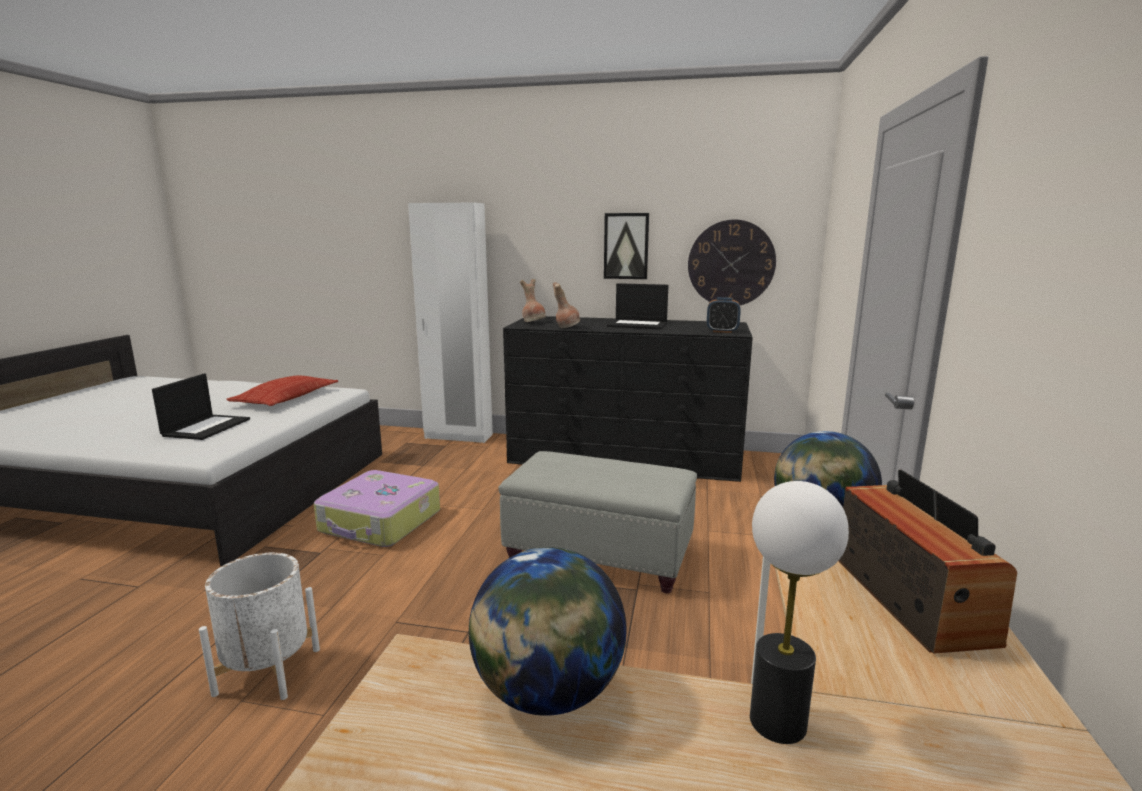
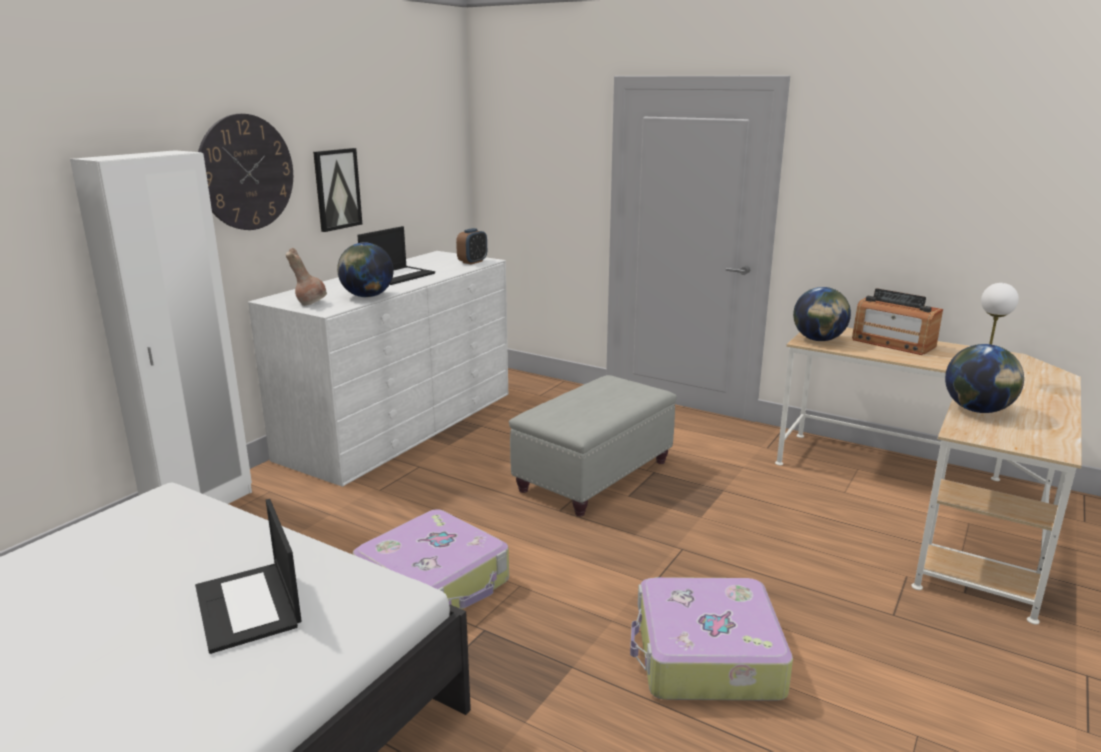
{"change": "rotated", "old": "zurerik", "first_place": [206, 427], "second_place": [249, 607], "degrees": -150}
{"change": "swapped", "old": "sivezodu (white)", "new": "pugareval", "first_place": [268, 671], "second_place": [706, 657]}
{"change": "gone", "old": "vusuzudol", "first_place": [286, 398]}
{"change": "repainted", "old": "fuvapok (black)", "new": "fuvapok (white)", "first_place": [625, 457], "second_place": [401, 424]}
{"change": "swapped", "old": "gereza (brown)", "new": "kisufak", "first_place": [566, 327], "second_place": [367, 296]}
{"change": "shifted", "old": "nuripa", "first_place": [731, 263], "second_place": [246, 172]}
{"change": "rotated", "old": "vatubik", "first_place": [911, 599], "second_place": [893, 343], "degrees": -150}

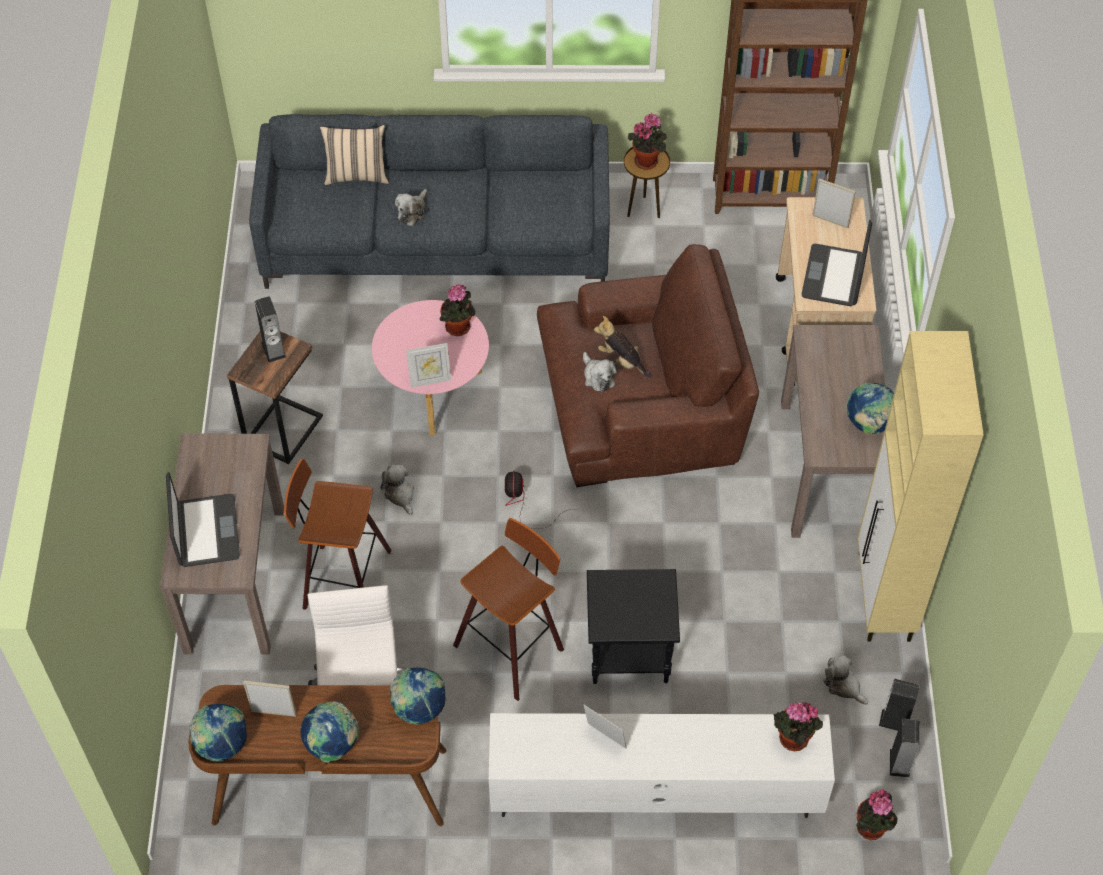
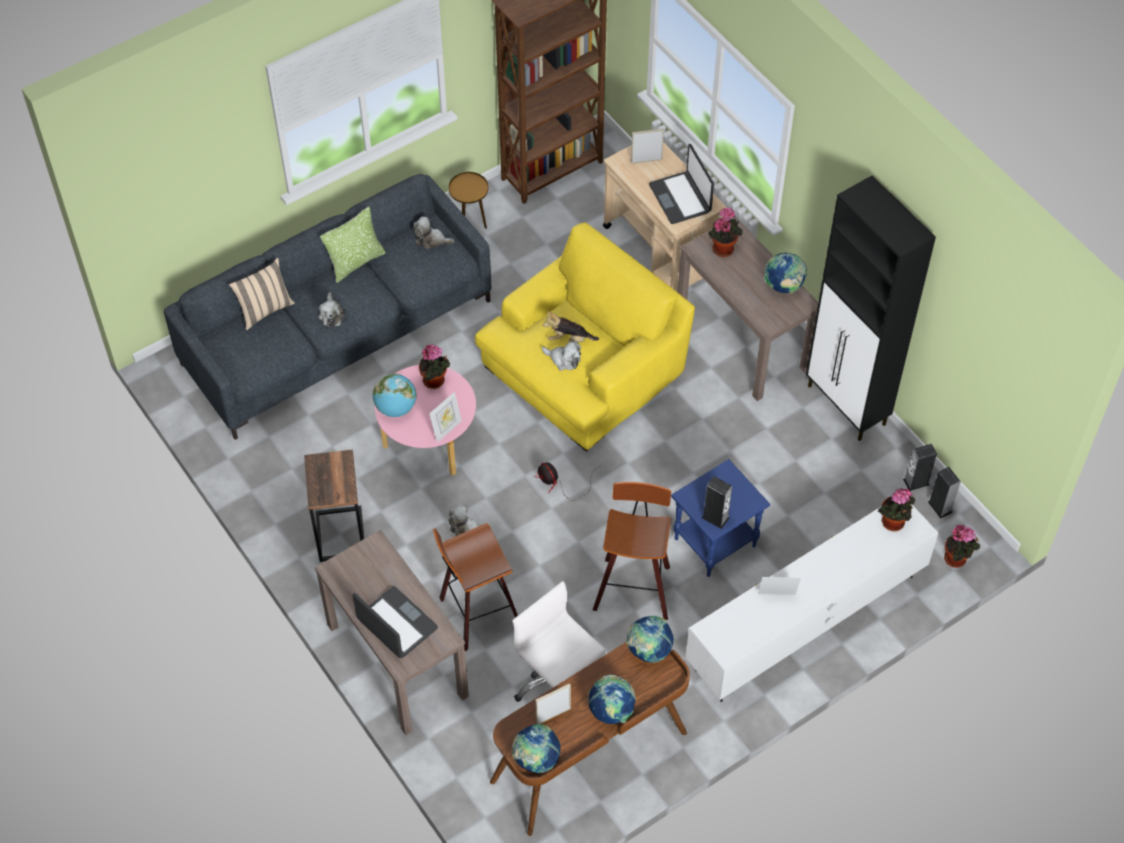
{"change": "shifted", "old": "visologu", "first_place": [273, 349], "second_place": [715, 517]}
{"change": "repainted", "old": "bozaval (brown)", "new": "bozaval (yellow)", "first_place": [642, 405], "second_place": [584, 368]}
{"change": "repainted", "old": "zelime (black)", "new": "zelime (blue)", "first_place": [628, 655], "second_place": [715, 544]}
{"change": "shifted", "old": "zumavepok", "first_place": [647, 160], "second_place": [723, 247]}
{"change": "shifted", "old": "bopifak", "first_place": [843, 685], "second_place": [431, 240]}
{"change": "repainted", "old": "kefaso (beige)", "new": "kefaso (black)", "first_place": [883, 598], "second_place": [847, 406]}
{"change": "new", "new": "vusuzudol", "second_place": [356, 262]}
{"change": "new", "new": "kisufak", "second_place": [396, 408]}

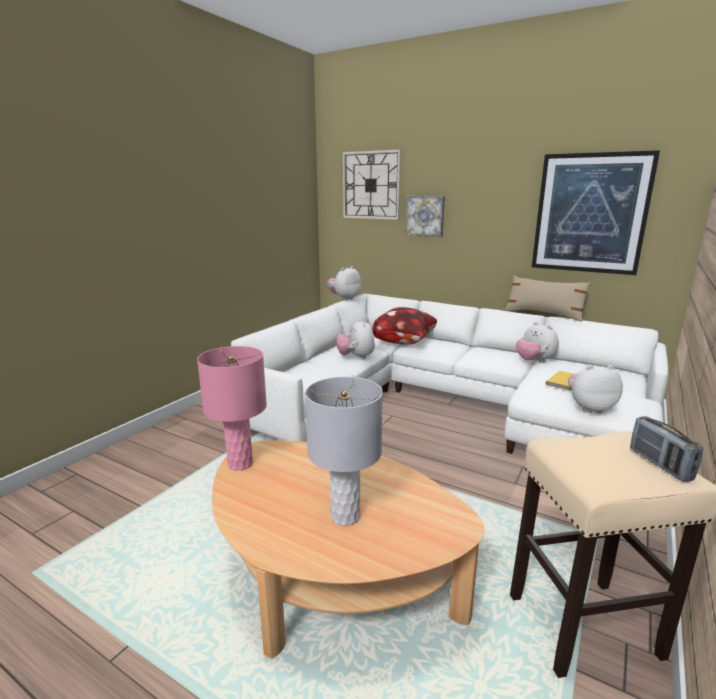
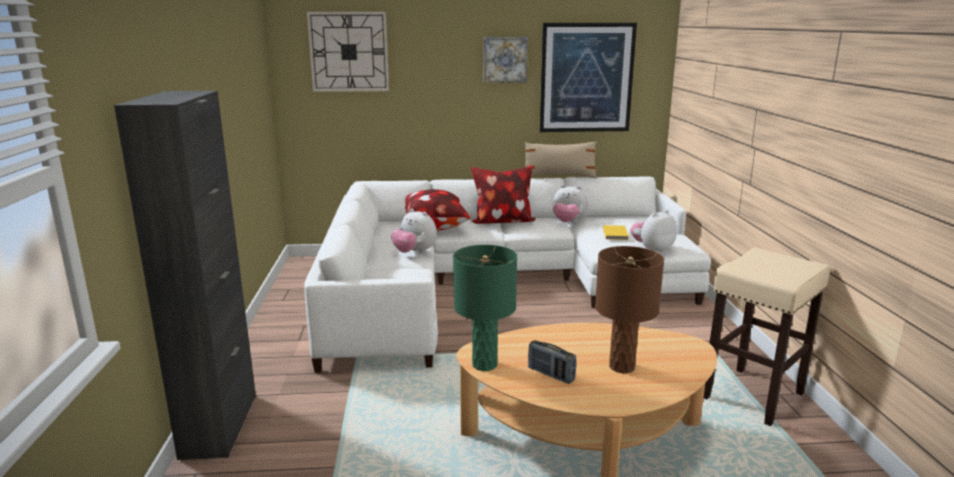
{"change": "repainted", "old": "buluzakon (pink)", "new": "buluzakon (green)", "first_place": [240, 464], "second_place": [485, 365]}
{"change": "repainted", "old": "buluzakon (grey)", "new": "buluzakon (brown)", "first_place": [345, 516], "second_place": [622, 367]}
{"change": "gone", "old": "bopifak", "first_place": [344, 298]}
{"change": "shifted", "old": "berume", "first_place": [425, 216], "second_place": [505, 59]}
{"change": "shifted", "old": "vatubik", "first_place": [659, 464], "second_place": [551, 374]}
{"change": "new", "new": "kefaso (black)", "second_place": [219, 425]}
{"change": "new", "new": "vusuzudol", "second_place": [502, 222]}

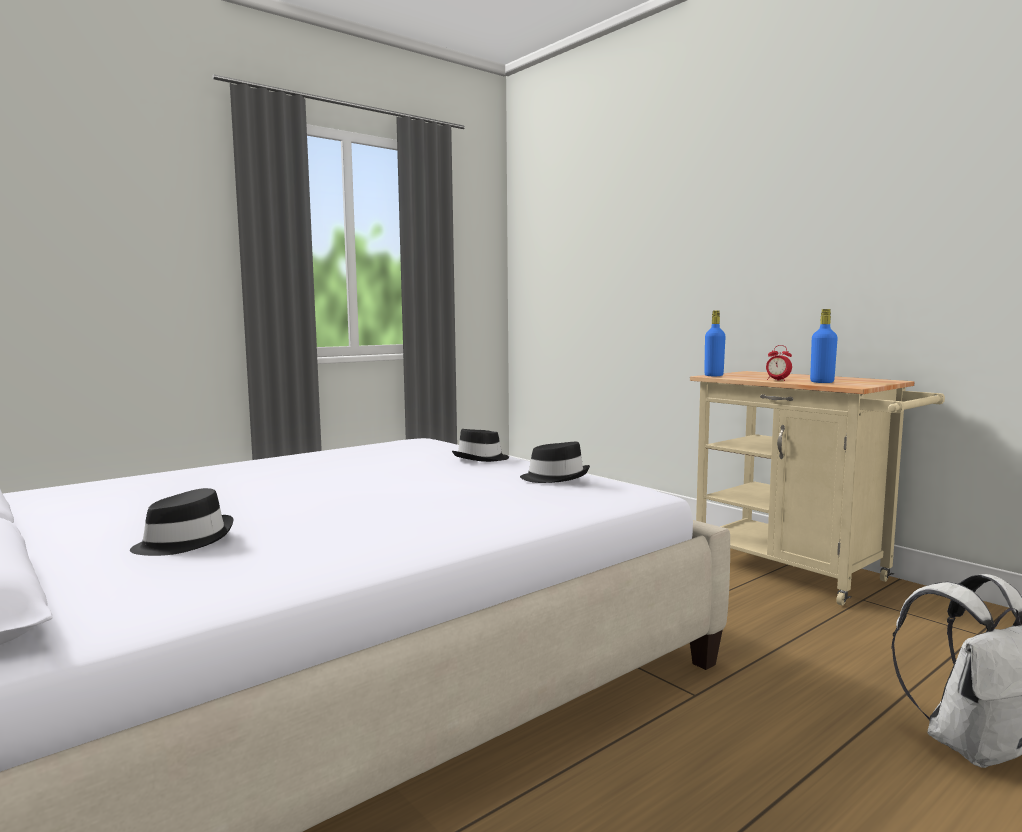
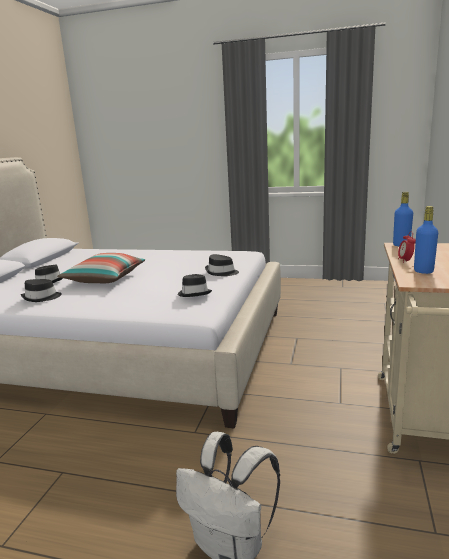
{"change": "new", "new": "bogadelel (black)", "second_place": [42, 298]}
{"change": "new", "new": "vusuzudol", "second_place": [105, 279]}

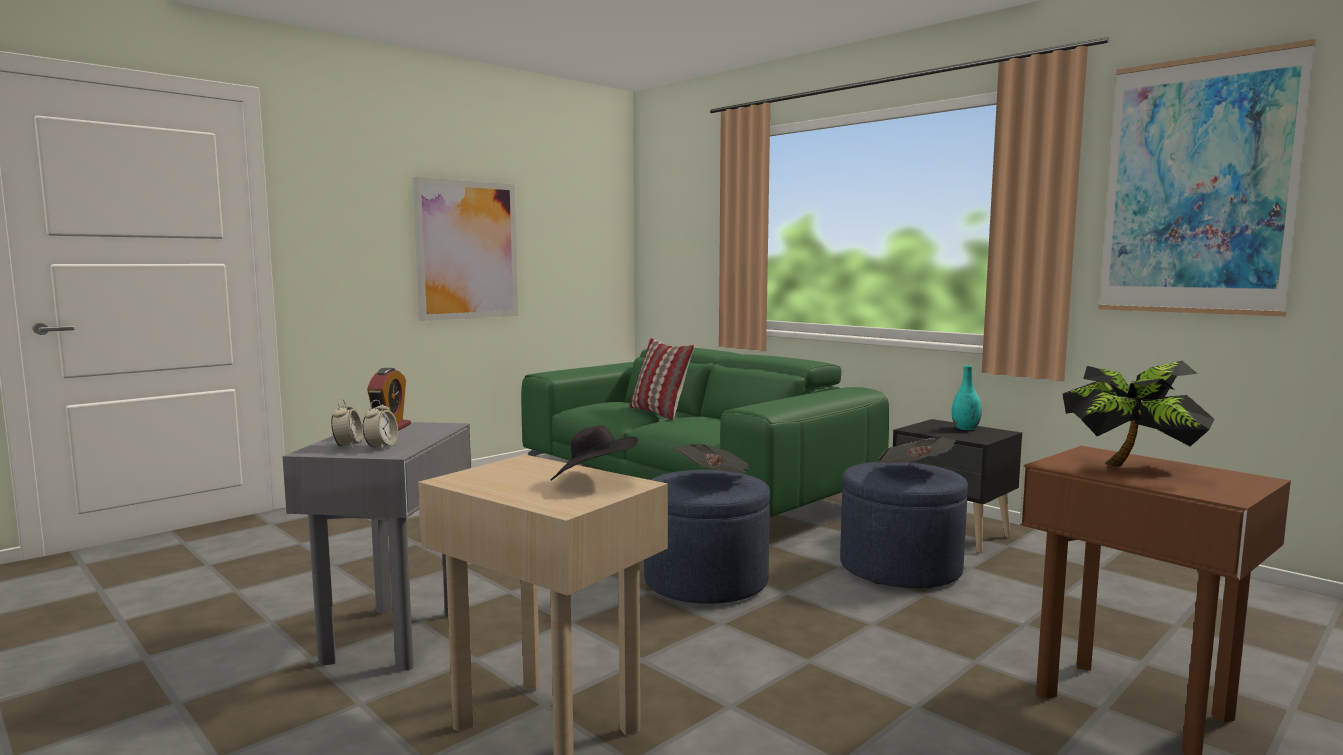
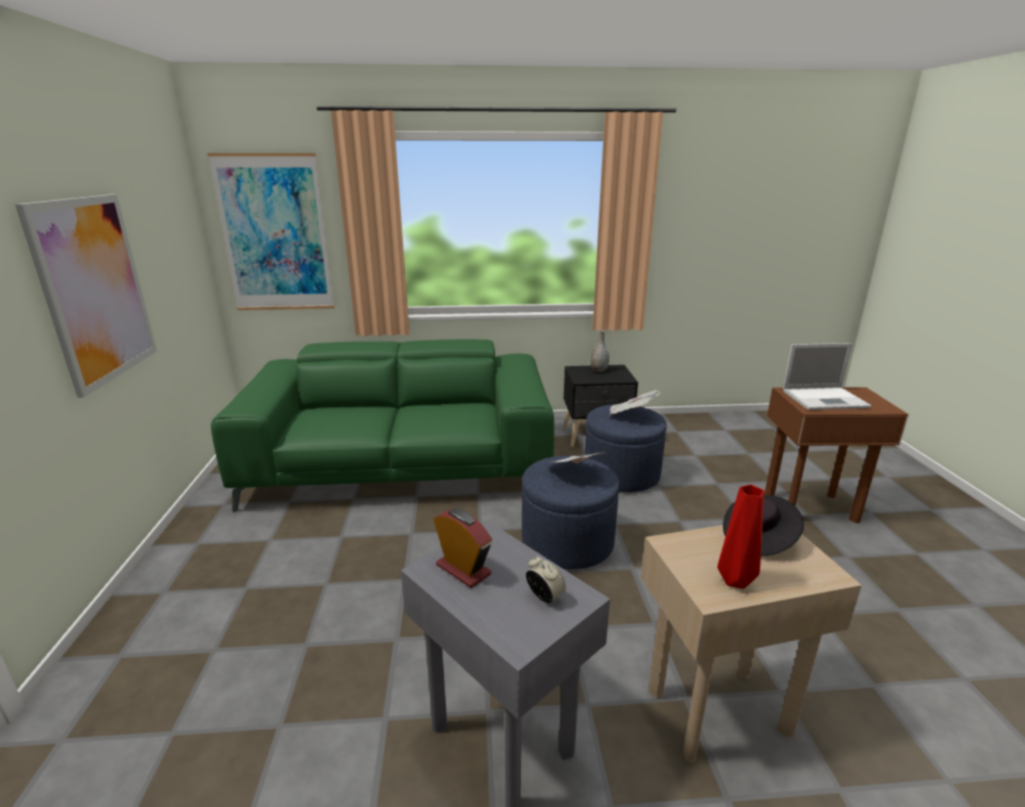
{"change": "gone", "old": "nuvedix", "first_place": [348, 445]}
{"change": "gone", "old": "vusuzudol", "first_place": [659, 412]}
{"change": "repainted", "old": "gereza (turquoise)", "new": "gereza (grey)", "first_place": [965, 428], "second_place": [599, 370]}
{"change": "swapped", "old": "zumavepok", "new": "zurerik", "first_place": [1131, 467], "second_place": [825, 399]}
{"change": "shifted", "old": "berume", "first_place": [1197, 187], "second_place": [275, 234]}
{"change": "new", "new": "gereza (red)", "second_place": [733, 580]}

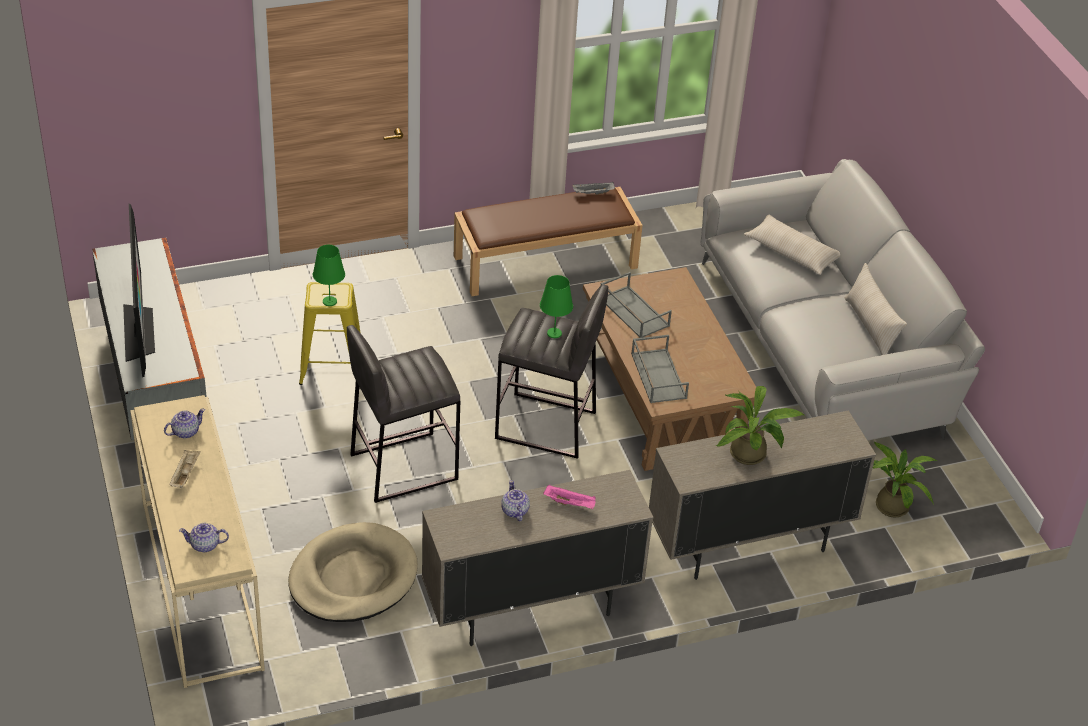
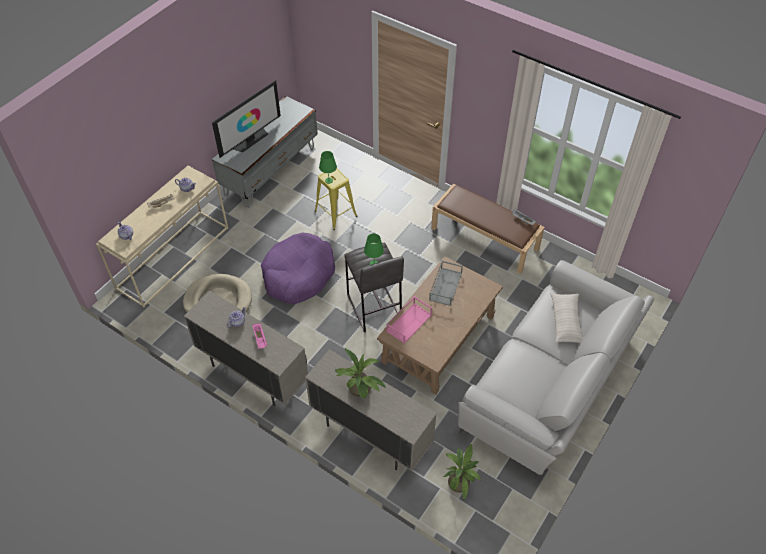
{"change": "swapped", "old": "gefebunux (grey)", "new": "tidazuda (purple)", "first_place": [402, 466], "second_place": [298, 275]}
{"change": "repainted", "old": "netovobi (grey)", "new": "netovobi (pink)", "first_place": [657, 375], "second_place": [409, 322]}
{"change": "gone", "old": "vusuzudol (beige)", "first_place": [870, 327]}

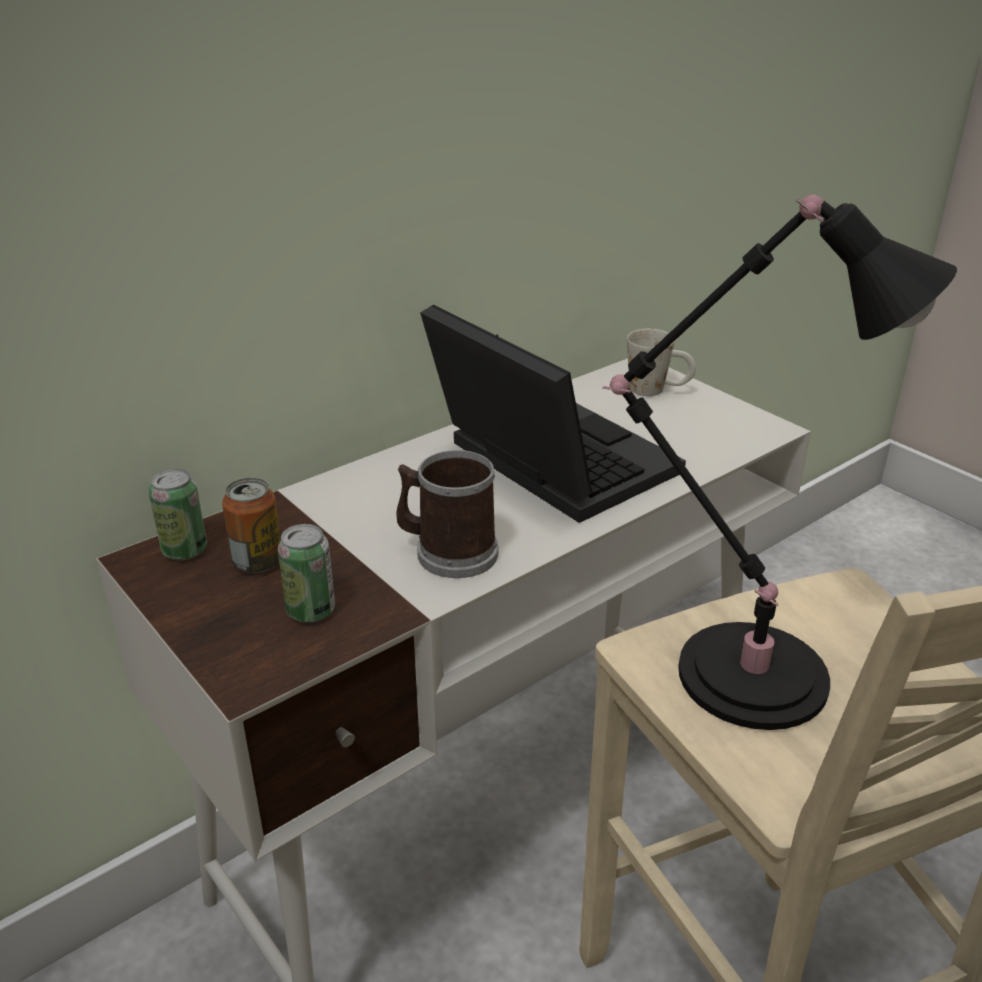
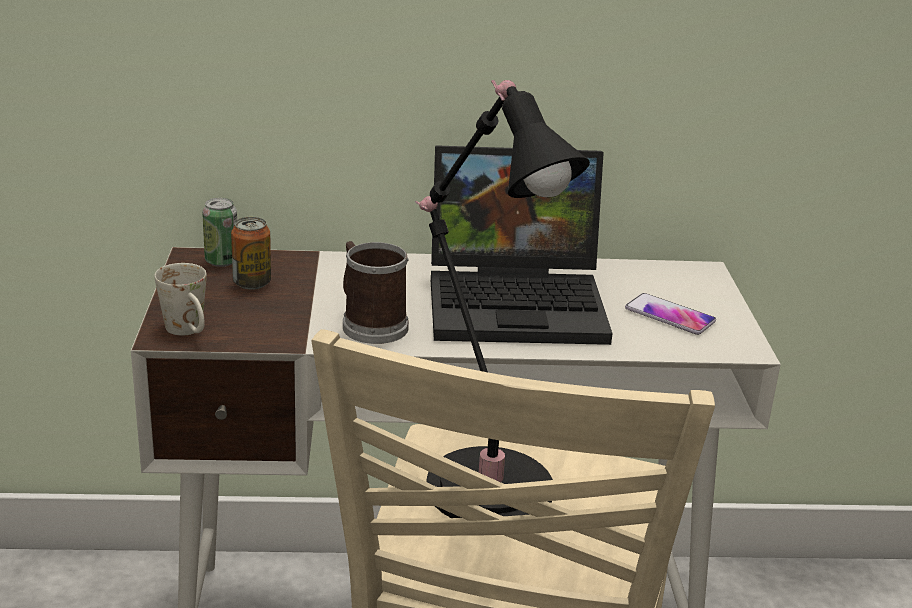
{"change": "gone", "old": "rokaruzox", "first_place": [311, 611]}
{"change": "rotated", "old": "zurerik", "first_place": [544, 462], "second_place": [520, 301], "degrees": 90}
{"change": "shifted", "old": "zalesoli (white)", "first_place": [658, 390], "second_place": [189, 332]}
{"change": "new", "new": "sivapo", "second_place": [669, 315]}

